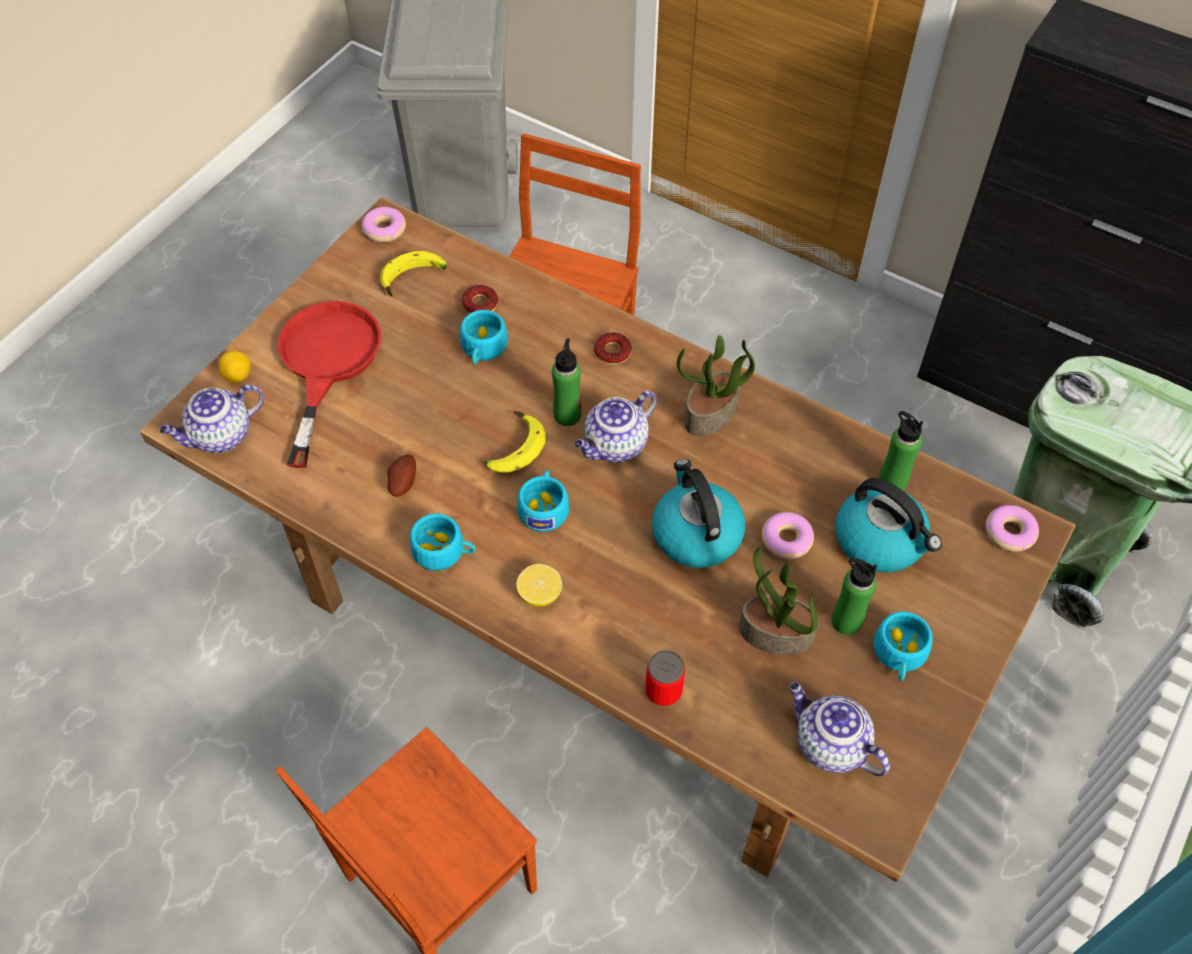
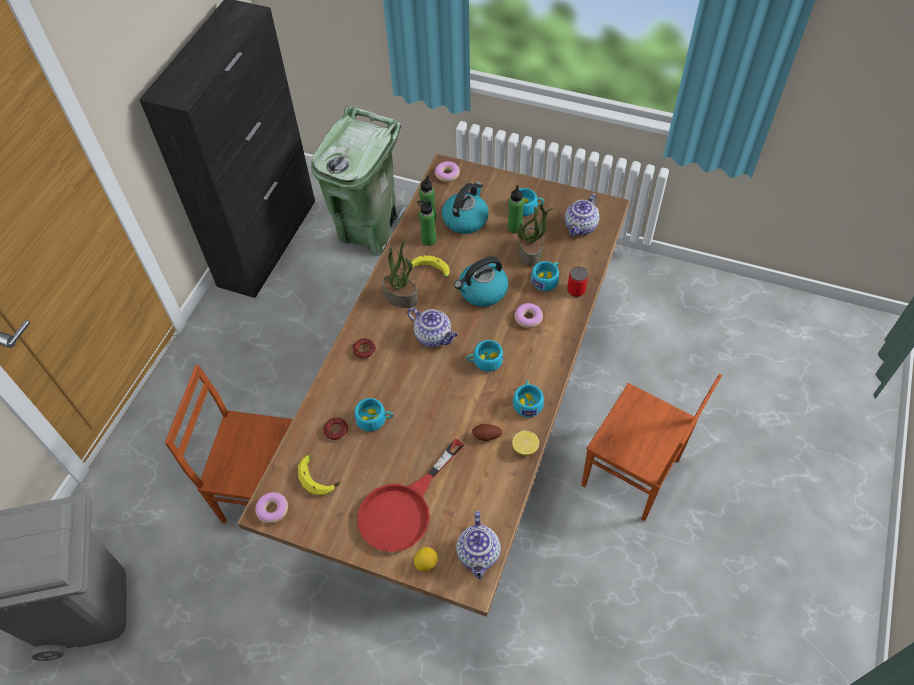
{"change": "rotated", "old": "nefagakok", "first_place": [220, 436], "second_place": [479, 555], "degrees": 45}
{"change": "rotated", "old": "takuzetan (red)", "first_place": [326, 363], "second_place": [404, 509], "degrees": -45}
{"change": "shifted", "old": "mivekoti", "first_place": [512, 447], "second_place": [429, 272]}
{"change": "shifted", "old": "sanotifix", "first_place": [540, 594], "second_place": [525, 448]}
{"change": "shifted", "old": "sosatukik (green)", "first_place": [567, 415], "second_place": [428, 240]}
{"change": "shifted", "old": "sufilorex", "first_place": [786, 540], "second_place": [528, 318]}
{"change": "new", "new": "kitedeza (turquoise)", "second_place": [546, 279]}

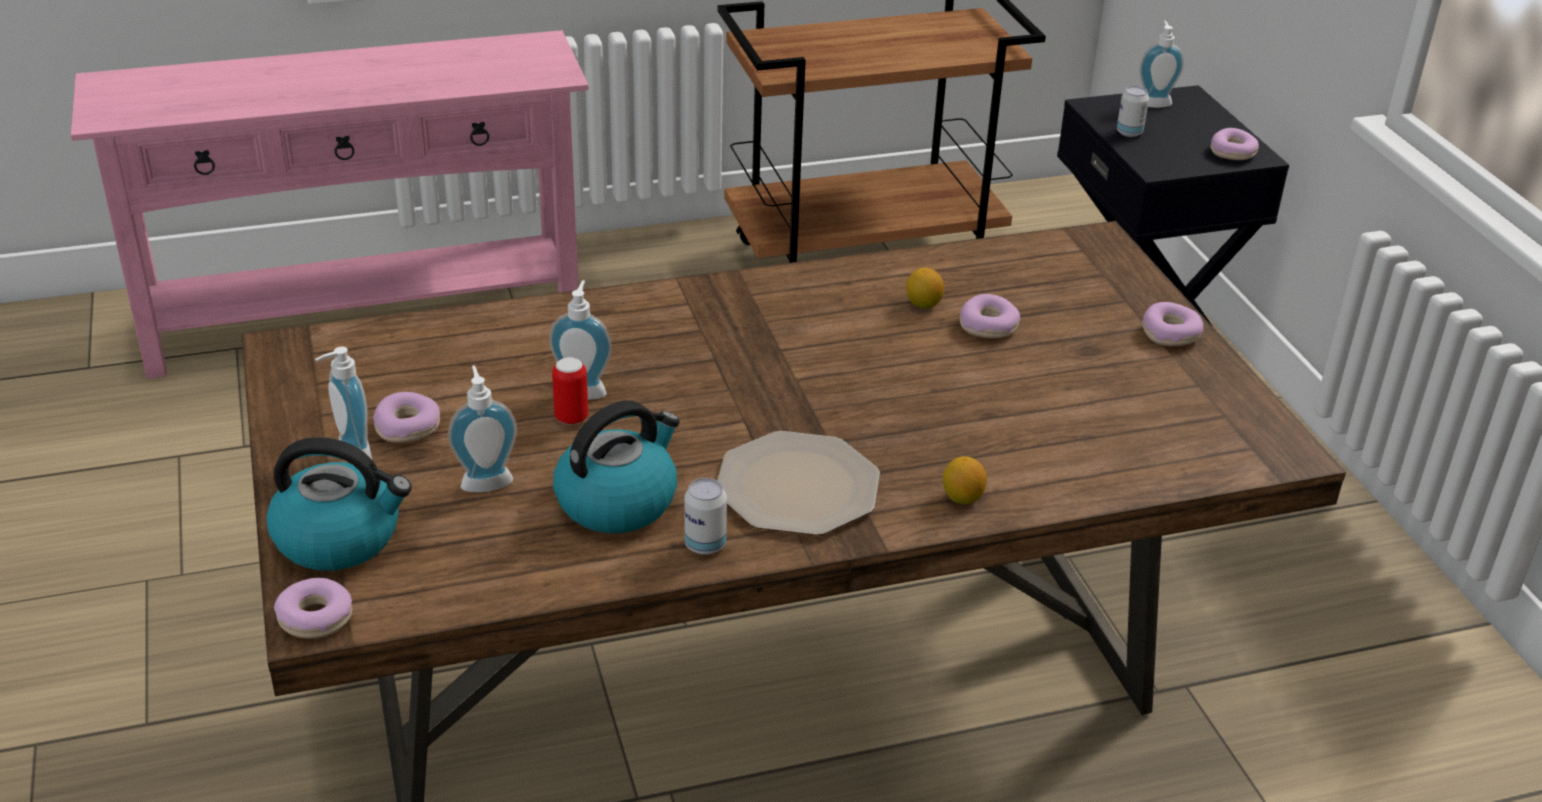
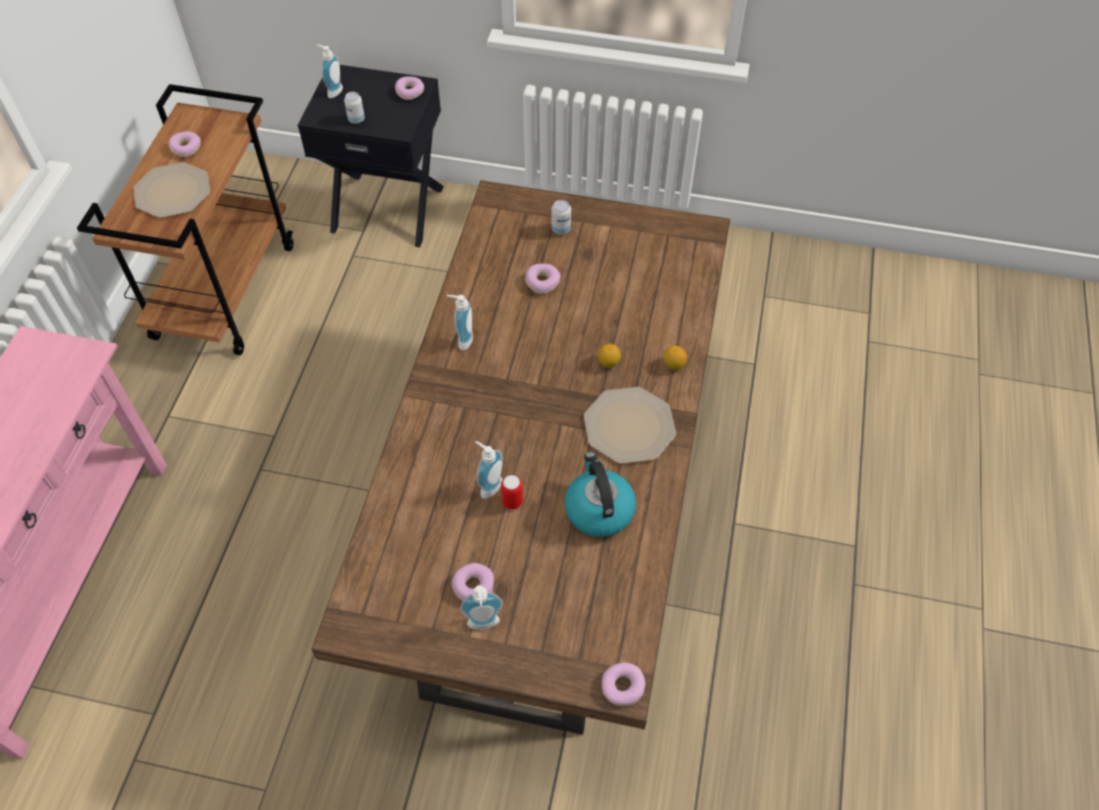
{"change": "gone", "old": "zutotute", "first_place": [340, 538]}
{"change": "shifted", "old": "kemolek", "first_place": [486, 480], "second_place": [462, 339]}
{"change": "shifted", "old": "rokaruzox", "first_place": [705, 545], "second_place": [561, 229]}
{"change": "shifted", "old": "sanotifix", "first_place": [923, 304], "second_place": [608, 362]}
{"change": "shifted", "old": "sufilorex", "first_place": [1170, 333], "second_place": [186, 148]}
{"change": "new", "new": "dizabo", "second_place": [173, 192]}

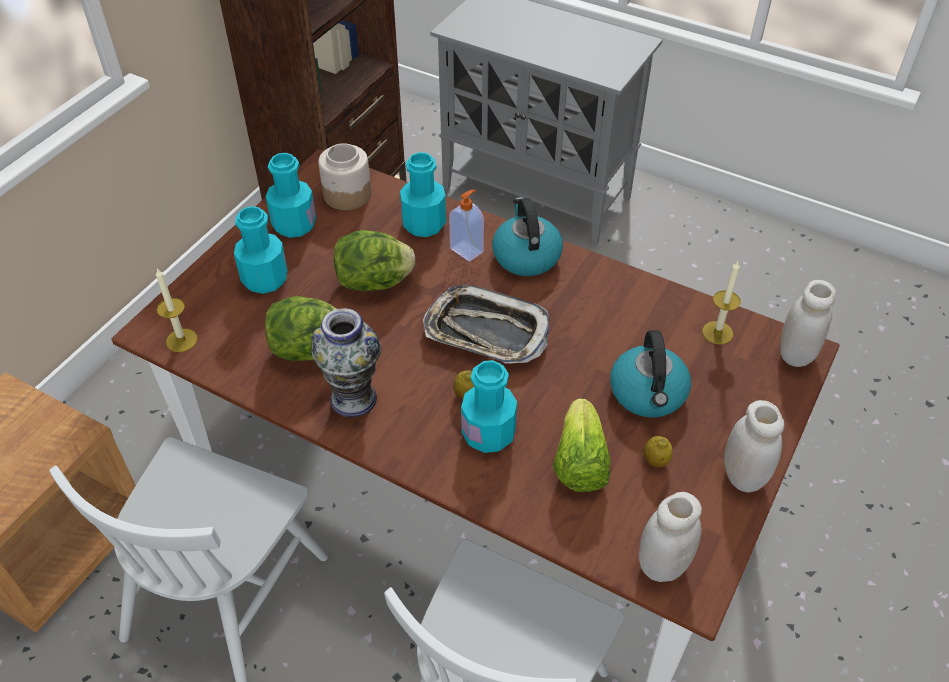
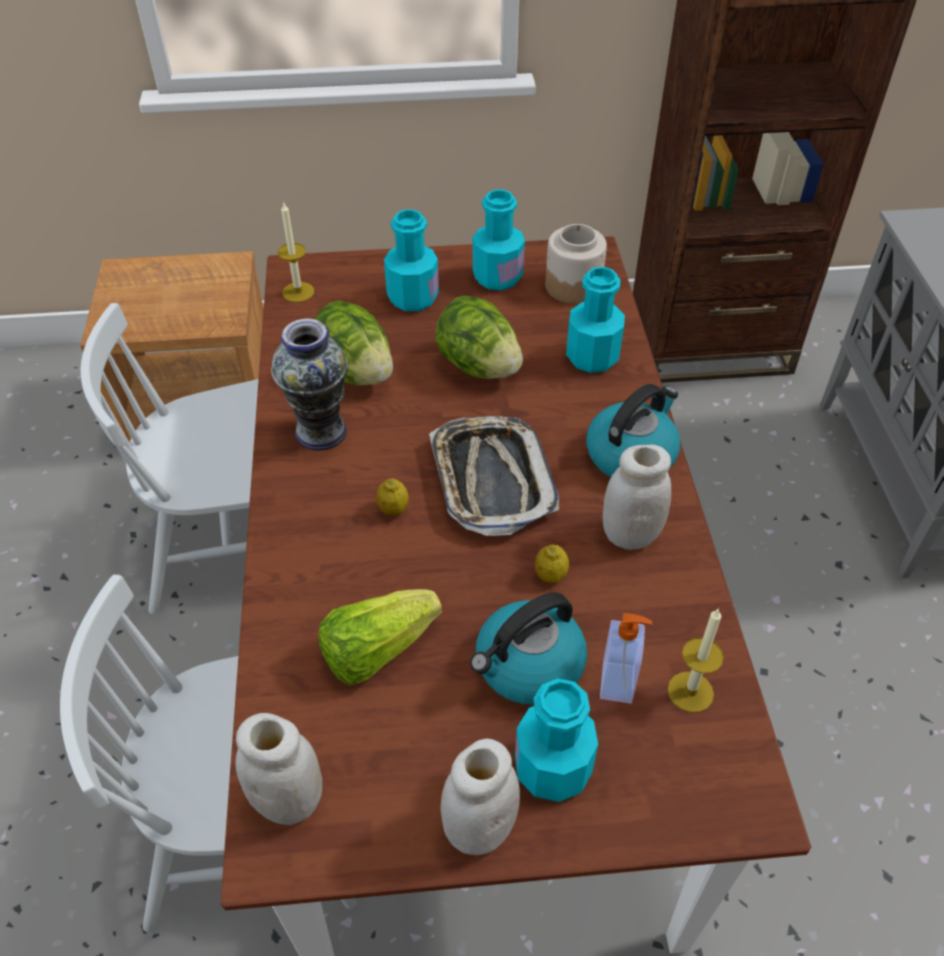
{"change": "shifted", "old": "kemolek", "first_place": [467, 250], "second_place": [618, 682]}
{"change": "shifted", "old": "sosatukik (turquoise)", "first_place": [488, 434], "second_place": [552, 768]}
{"change": "shifted", "old": "sanotifix", "first_place": [655, 461], "second_place": [550, 575]}
{"change": "shifted", "old": "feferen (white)", "first_place": [796, 354], "second_place": [630, 534]}

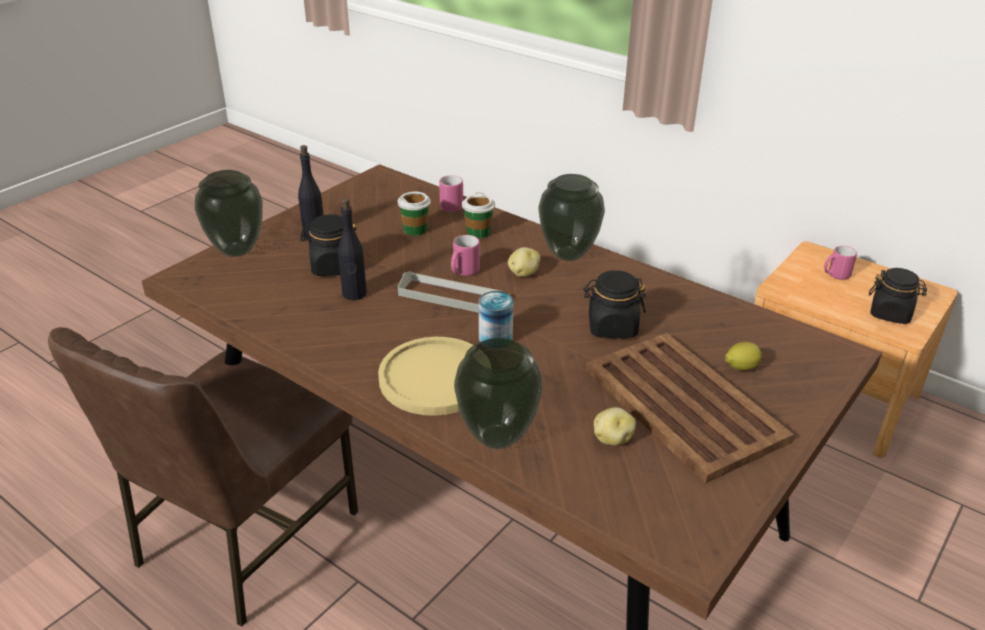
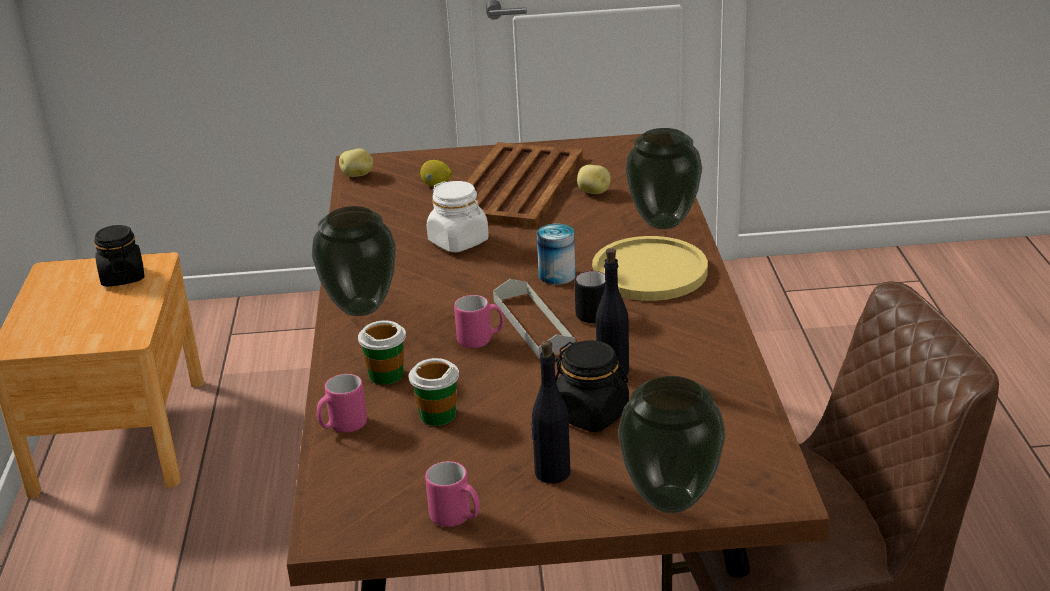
{"change": "shifted", "old": "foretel", "first_place": [523, 273], "second_place": [358, 175]}
{"change": "repainted", "old": "feferen (black)", "new": "feferen (white)", "first_place": [612, 327], "second_place": [459, 242]}
{"change": "shifted", "old": "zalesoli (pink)", "first_place": [835, 275], "second_place": [456, 518]}
{"change": "new", "new": "zalesoli (black)", "second_place": [594, 312]}

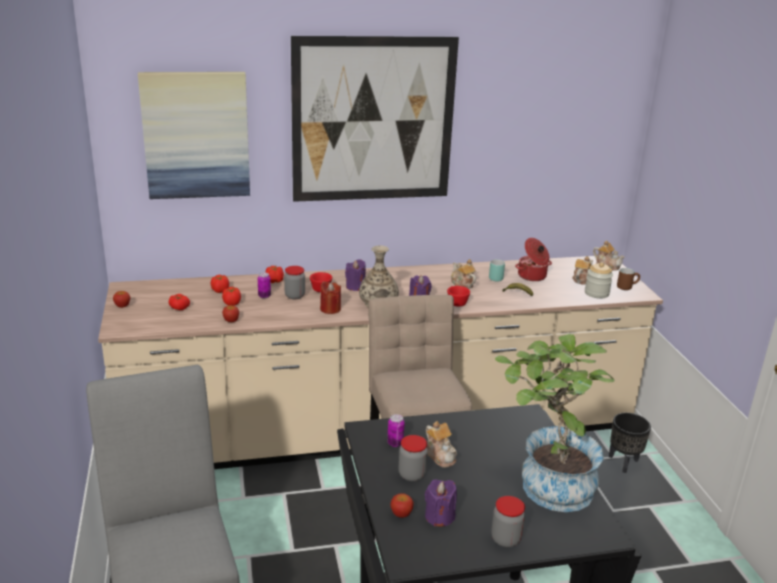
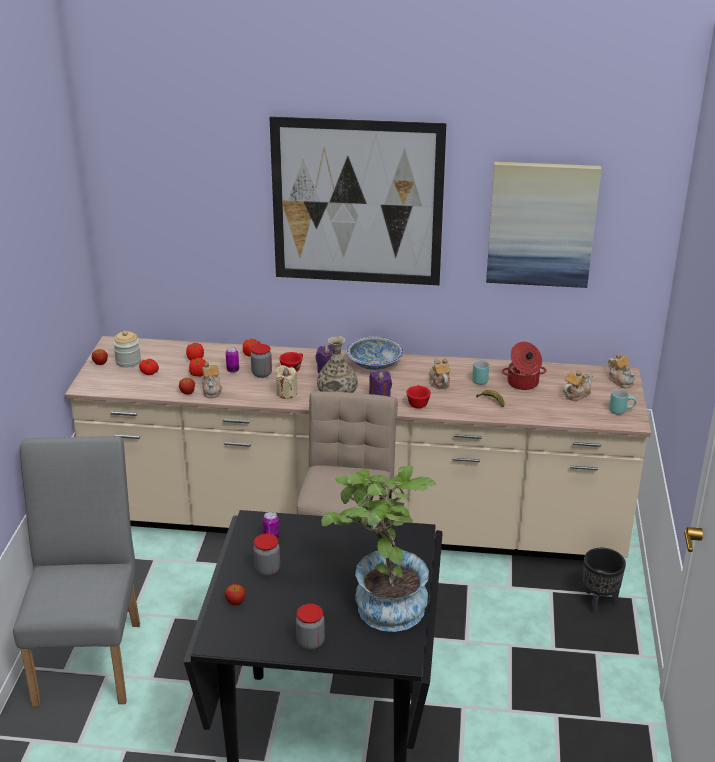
{"change": "shifted", "old": "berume", "first_place": [196, 135], "second_place": [541, 224]}
{"change": "repainted", "old": "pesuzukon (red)", "new": "pesuzukon (beige)", "first_place": [330, 309], "second_place": [286, 393]}
{"change": "gone", "old": "pesuzukon (purple)", "first_place": [439, 516]}
{"change": "shifted", "old": "nefagakok", "first_place": [440, 455], "second_place": [212, 390]}
{"change": "shifted", "old": "feferen", "first_place": [596, 293], "second_place": [128, 361]}
{"change": "repainted", "old": "zalesoli (brown)", "new": "zalesoli (turquoise)", "first_place": [626, 287], "second_place": [621, 410]}
{"change": "new", "new": "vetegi", "second_place": [374, 364]}

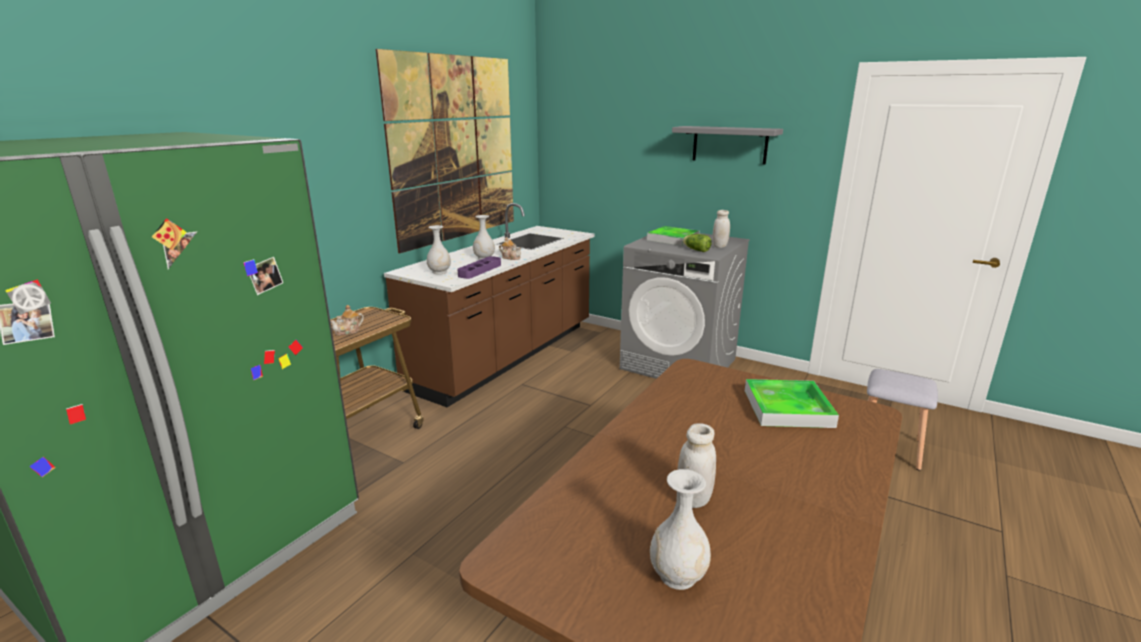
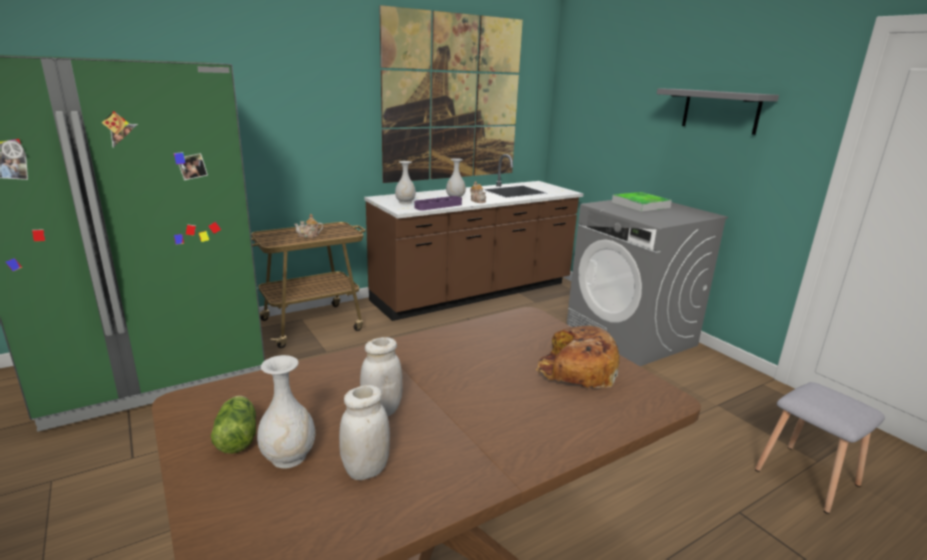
{"change": "shifted", "old": "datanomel", "first_place": [695, 249], "second_place": [238, 435]}
{"change": "shifted", "old": "feferen (white)", "first_place": [719, 246], "second_place": [366, 470]}
{"change": "swapped", "old": "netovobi", "new": "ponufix", "first_place": [787, 408], "second_place": [575, 370]}

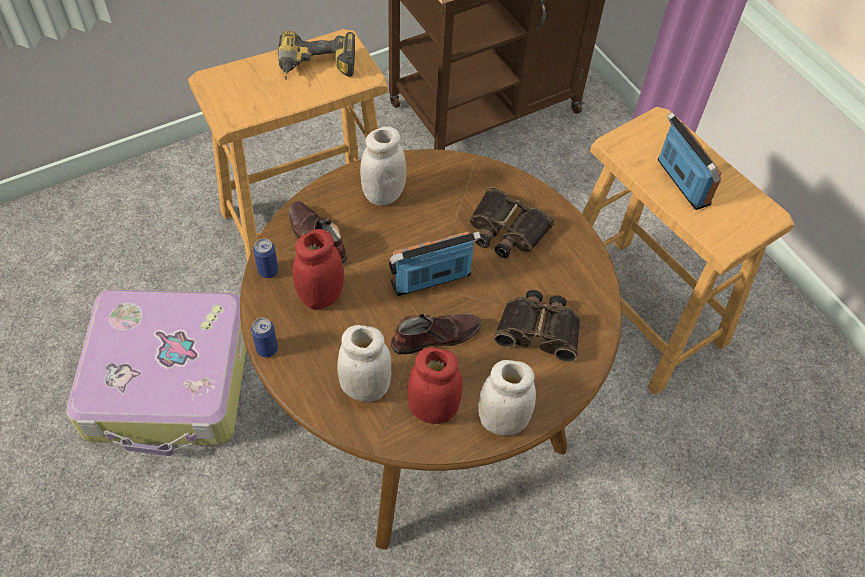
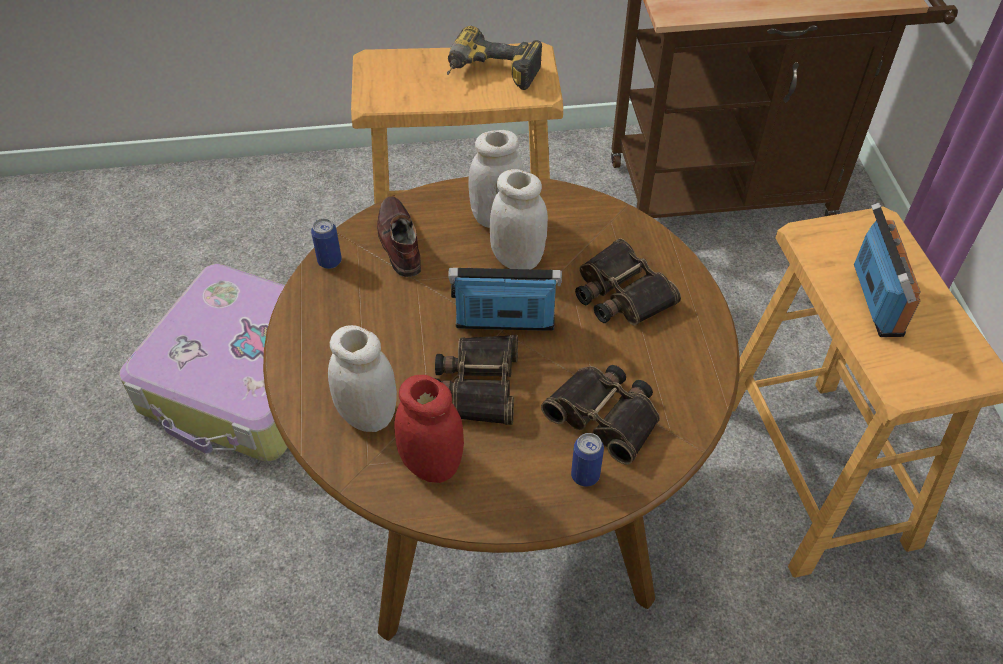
{"change": "shifted", "old": "rokaruzox", "first_place": [267, 349], "second_place": [585, 475]}
{"change": "gone", "old": "feferen (red)", "first_place": [321, 296]}
{"change": "swapped", "old": "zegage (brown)", "new": "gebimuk", "first_place": [435, 336], "second_place": [477, 384]}
{"change": "shifted", "old": "feferen (white)", "first_place": [502, 421], "second_place": [517, 259]}

